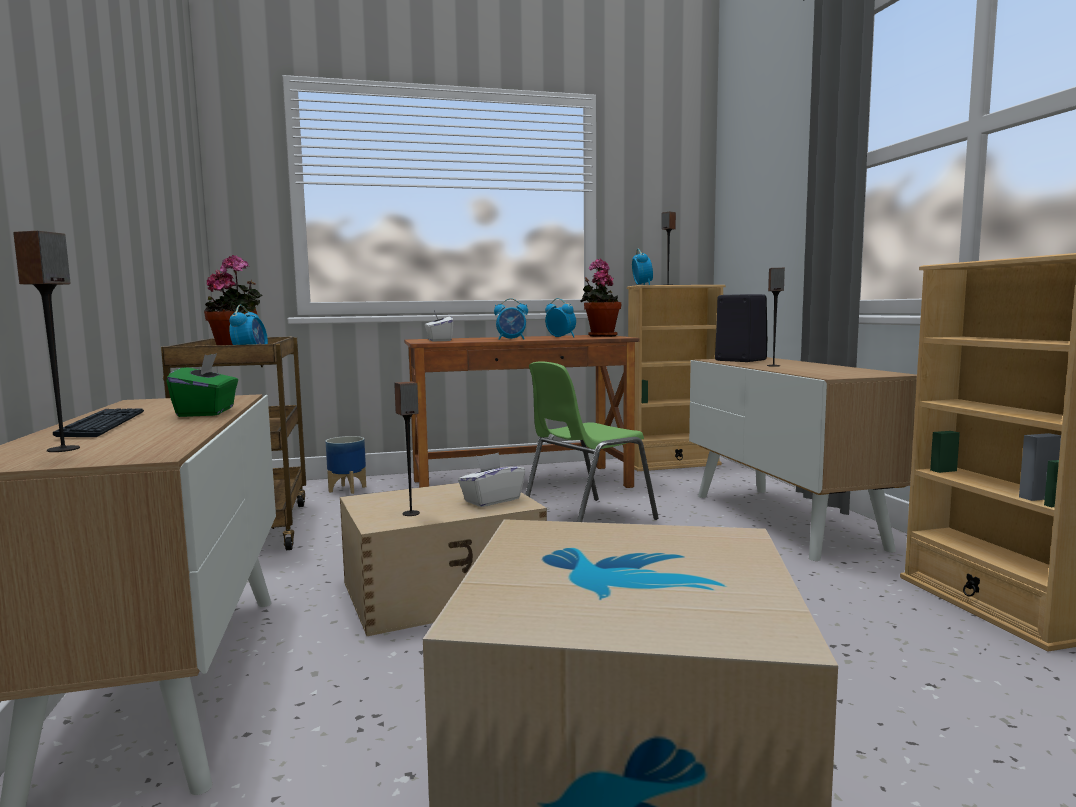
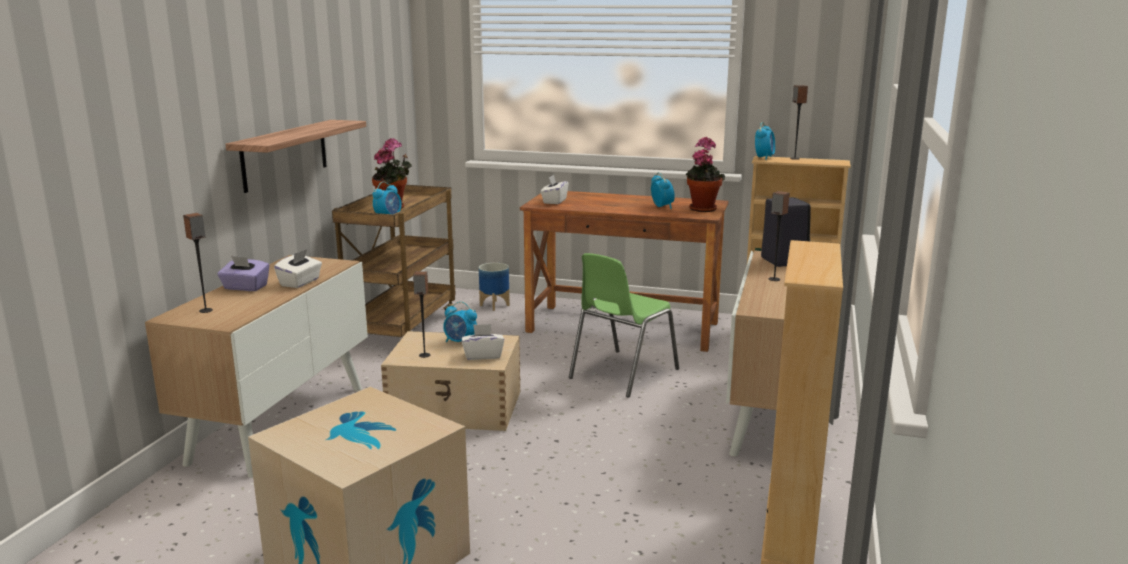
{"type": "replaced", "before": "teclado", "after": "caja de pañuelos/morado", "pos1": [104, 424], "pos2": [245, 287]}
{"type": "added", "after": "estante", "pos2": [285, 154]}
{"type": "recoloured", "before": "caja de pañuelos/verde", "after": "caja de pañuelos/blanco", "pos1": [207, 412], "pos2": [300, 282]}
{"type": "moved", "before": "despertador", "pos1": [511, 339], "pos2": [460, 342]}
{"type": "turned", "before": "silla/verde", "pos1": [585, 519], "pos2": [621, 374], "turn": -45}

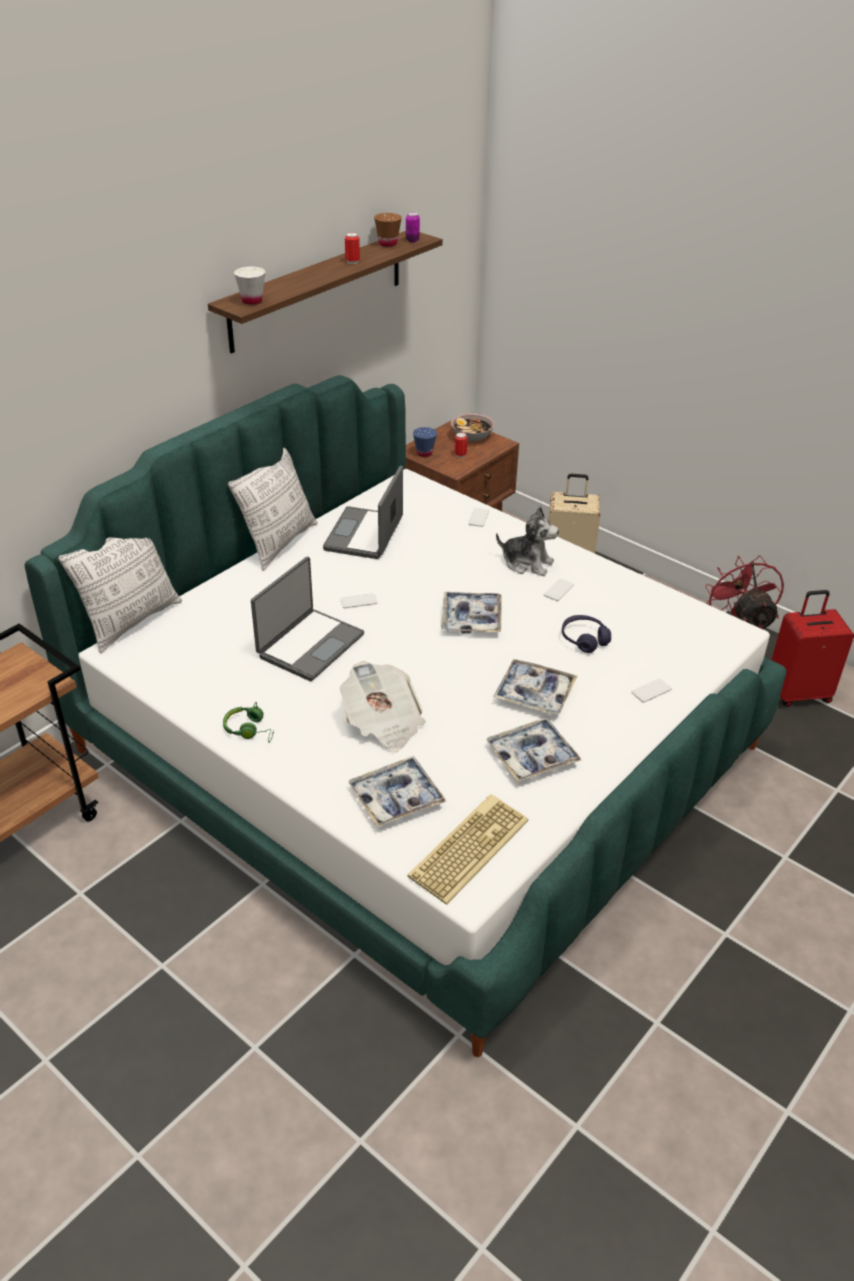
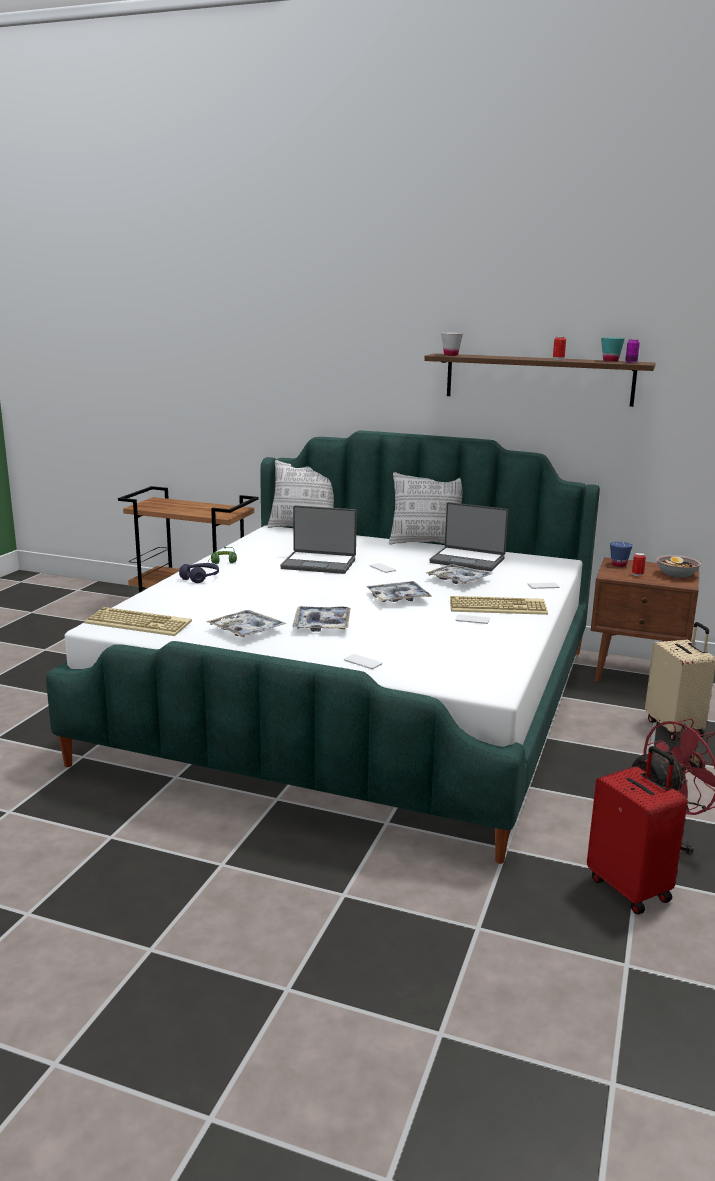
{"type": "moved", "before": "auriculares/morado", "pos1": [584, 639], "pos2": [200, 578]}
{"type": "moved", "before": "bandeja", "pos1": [396, 798], "pos2": [458, 580]}
{"type": "turned", "before": "portátil", "pos1": [365, 535], "pos2": [468, 560], "turn": -150}
{"type": "replaced", "before": "peluche", "after": "teclado", "pos1": [527, 563], "pos2": [498, 606]}
{"type": "recoloured", "before": "taza/marrón", "after": "taza/turquesa", "pos1": [388, 244], "pos2": [610, 361]}
{"type": "removed", "before": "periódico", "pos1": [383, 723]}

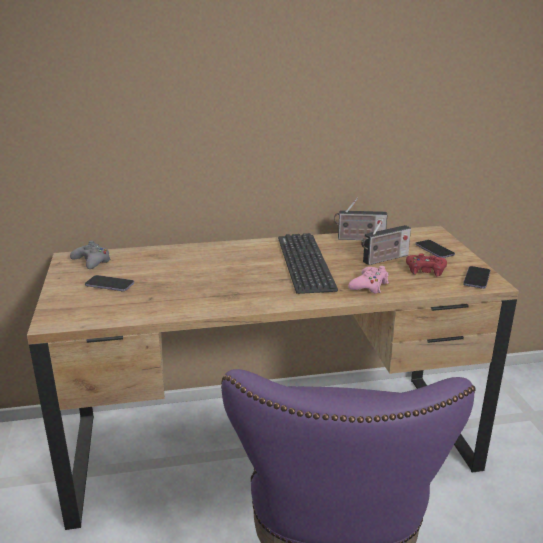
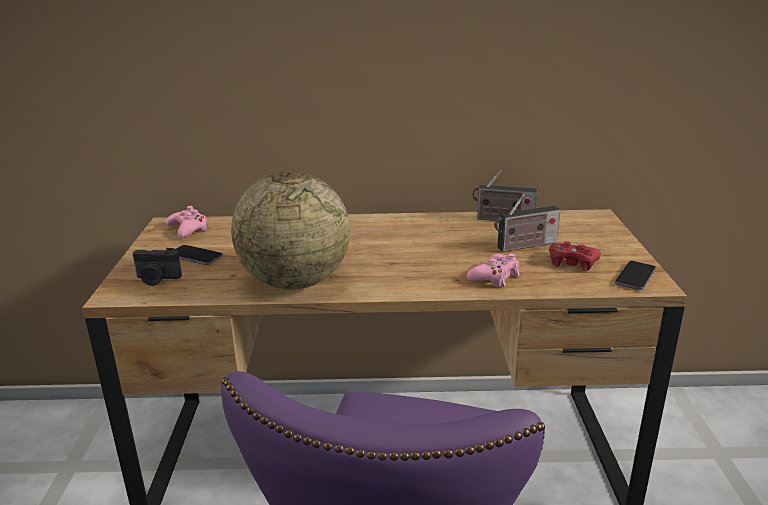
{"type": "added", "after": "cámara", "pos2": [157, 279]}
{"type": "recoloured", "before": "mando de consola/gris", "after": "mando de consola/rosa", "pos1": [92, 261], "pos2": [188, 229]}
{"type": "added", "after": "globo terráqueo", "pos2": [295, 282]}
{"type": "removed", "before": "teclado", "pos1": [305, 263]}
{"type": "removed", "before": "móvil", "pos1": [434, 250]}

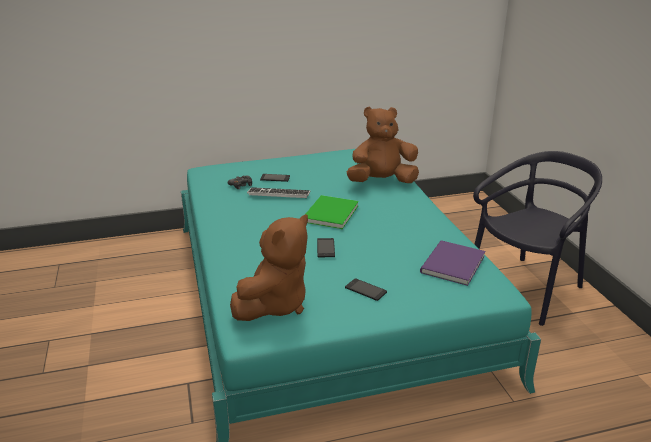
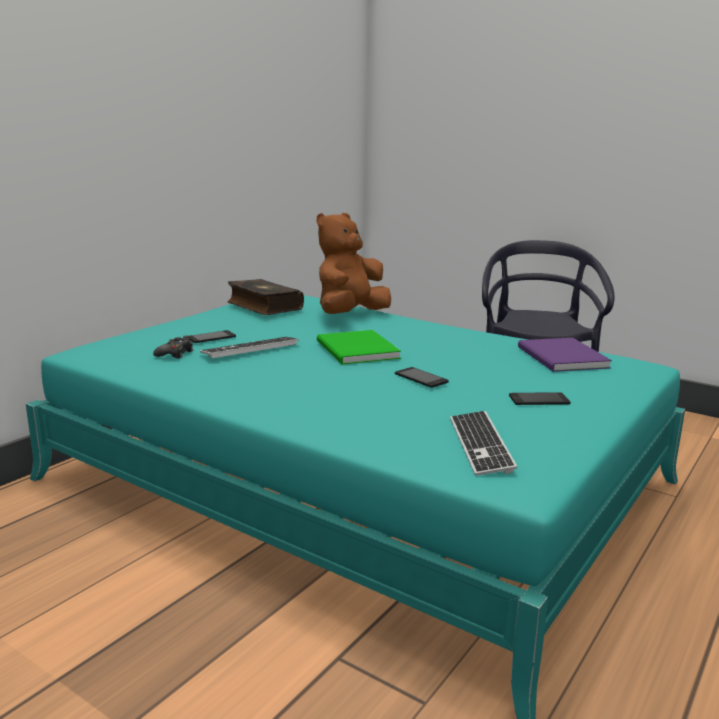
{"type": "added", "after": "libro", "pos2": [263, 306]}
{"type": "replaced", "before": "peluche/marrón", "after": "teclado", "pos1": [274, 304], "pos2": [480, 445]}

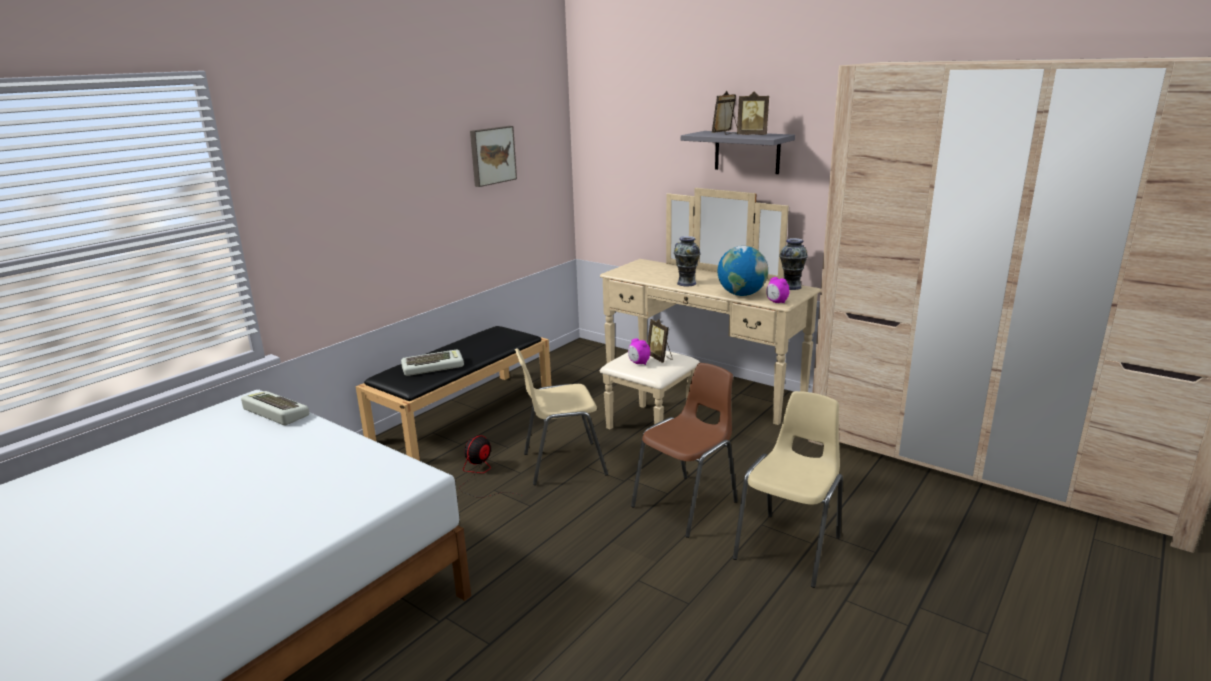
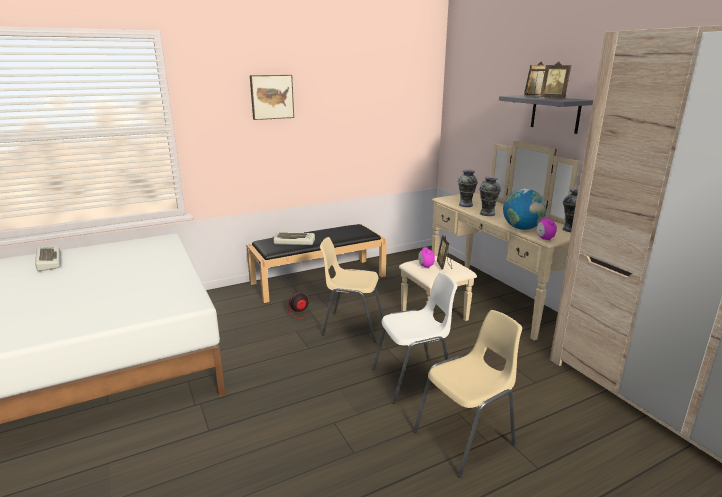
{"type": "moved", "before": "teclado", "pos1": [274, 413], "pos2": [48, 261]}
{"type": "moved", "before": "cuadro", "pos1": [491, 155], "pos2": [271, 97]}
{"type": "recoloured", "before": "silla/marrón", "after": "silla/blanco", "pos1": [687, 504], "pos2": [414, 379]}
{"type": "added", "after": "florero", "pos2": [466, 205]}

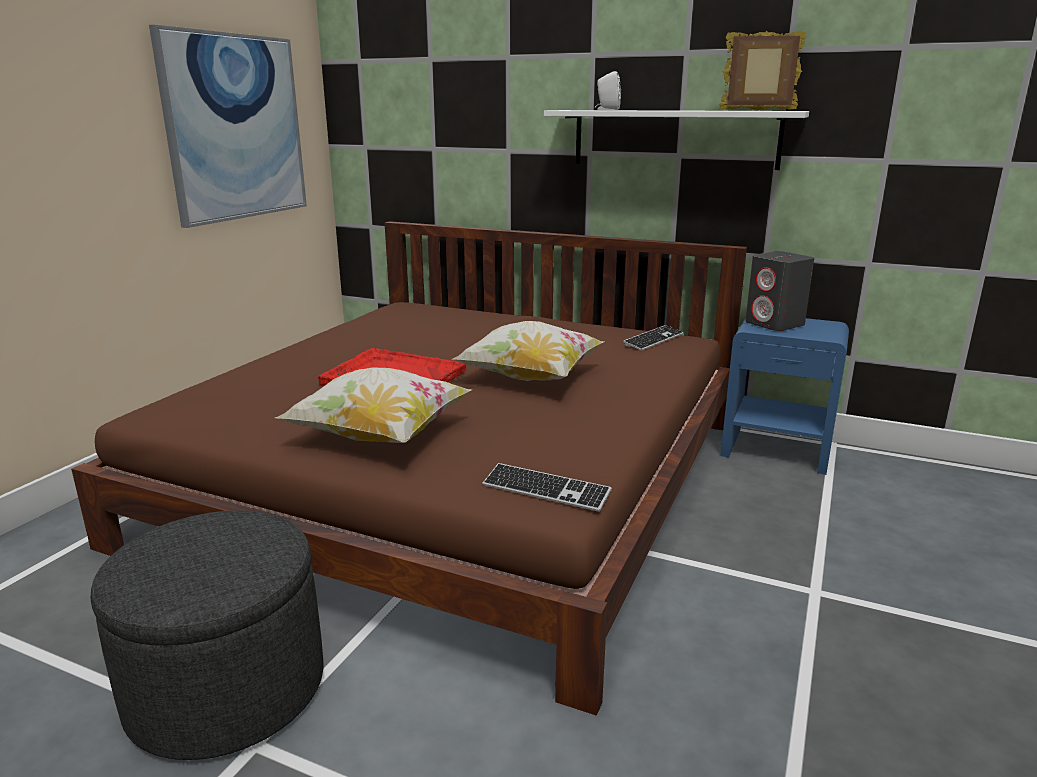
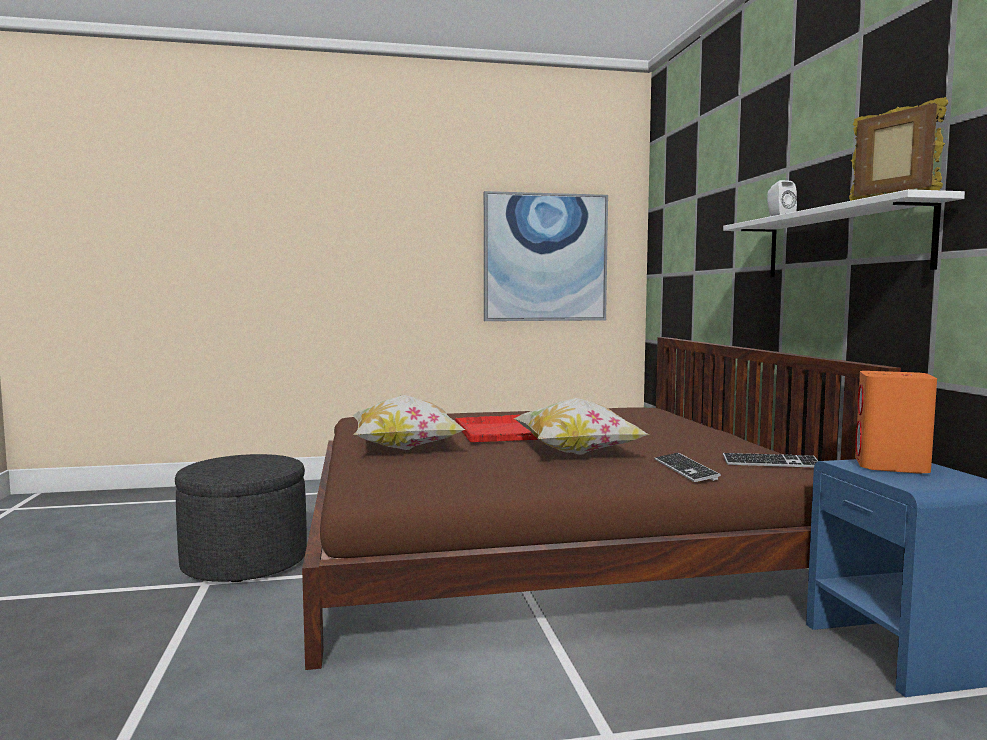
{"type": "moved", "before": "teclado", "pos1": [546, 490], "pos2": [685, 469]}
{"type": "recoloured", "before": "altavoz/gris", "after": "altavoz/naranja", "pos1": [775, 324], "pos2": [891, 466]}

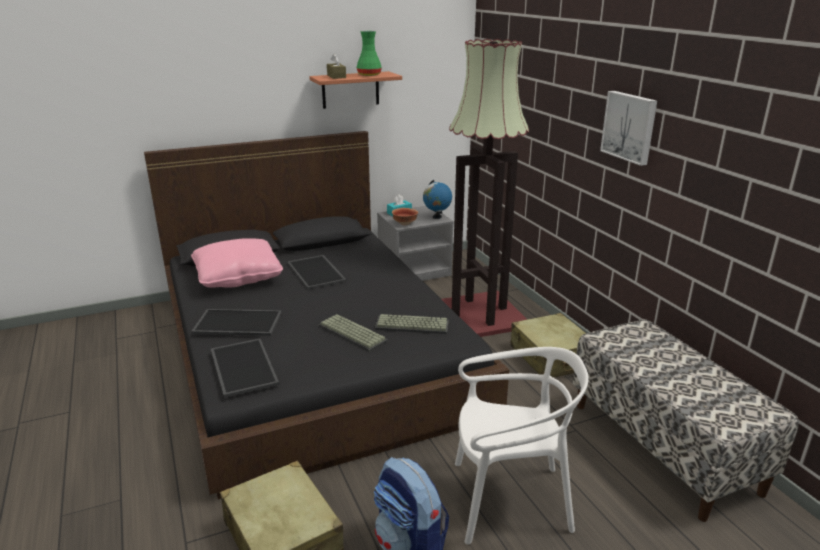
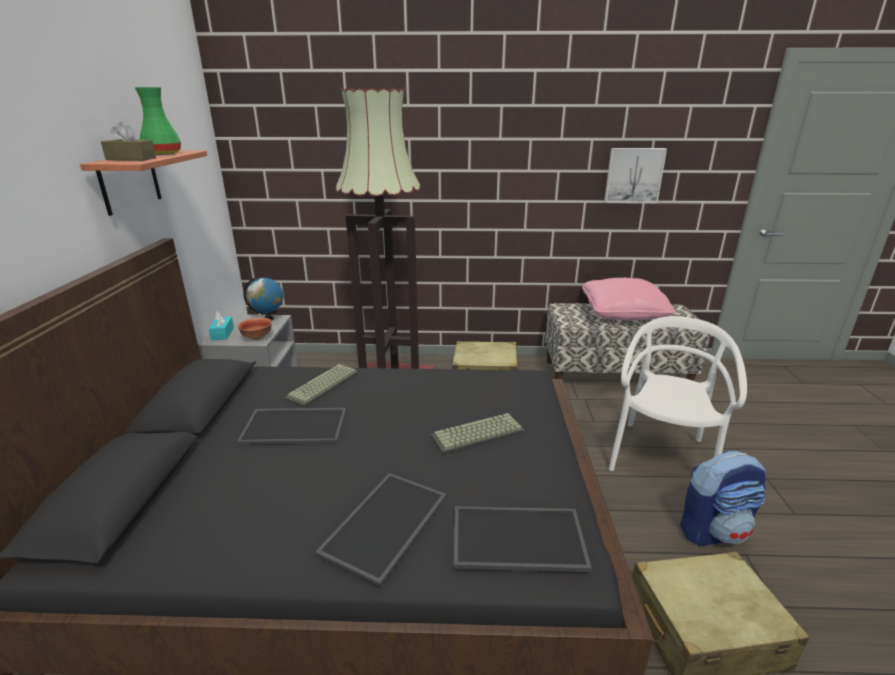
{"type": "moved", "before": "teclado", "pos1": [411, 326], "pos2": [323, 386]}
{"type": "moved", "before": "cojín/rosa", "pos1": [238, 277], "pos2": [623, 313]}
{"type": "moved", "before": "cuadro", "pos1": [630, 127], "pos2": [633, 175]}

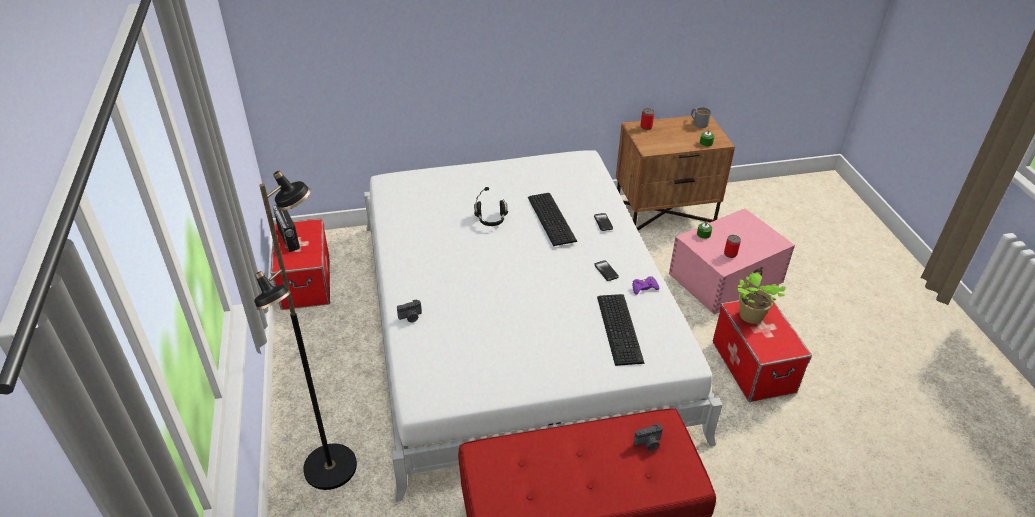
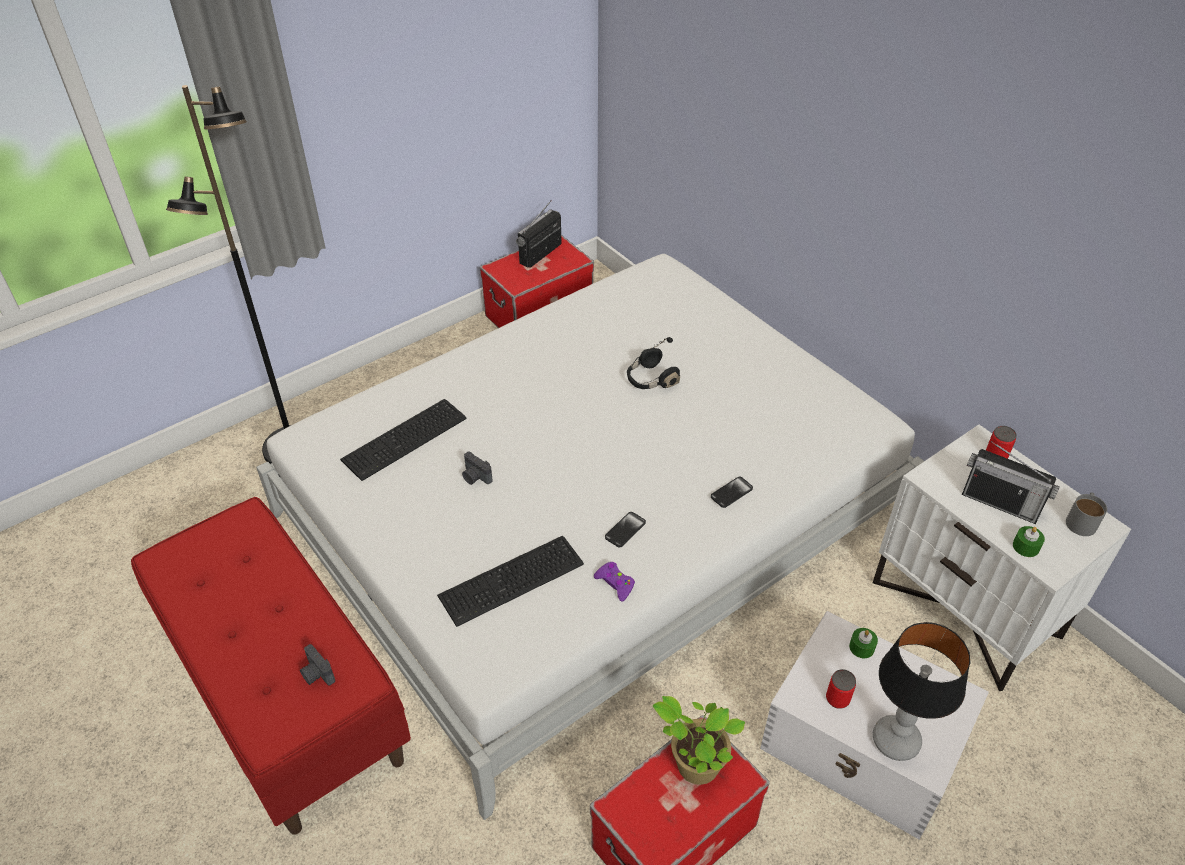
{"type": "moved", "before": "teclado", "pos1": [552, 218], "pos2": [407, 439]}
{"type": "moved", "before": "cámara", "pos1": [411, 317], "pos2": [475, 477]}
{"type": "recoloured", "before": "caja de almacenaje/rosa", "after": "caja de almacenaje/blanco", "pos1": [727, 278], "pos2": [864, 745]}
{"type": "recoloured", "before": "mesita de noche/marrón", "after": "mesita de noche/blanco", "pos1": [665, 211], "pos2": [967, 608]}
{"type": "added", "after": "lámpara de mesa", "pos2": [895, 741]}
{"type": "added", "after": "radio", "pos2": [1000, 503]}

